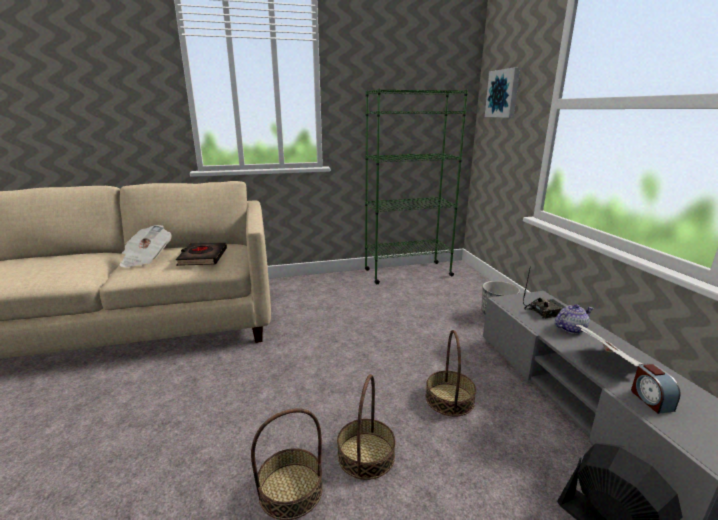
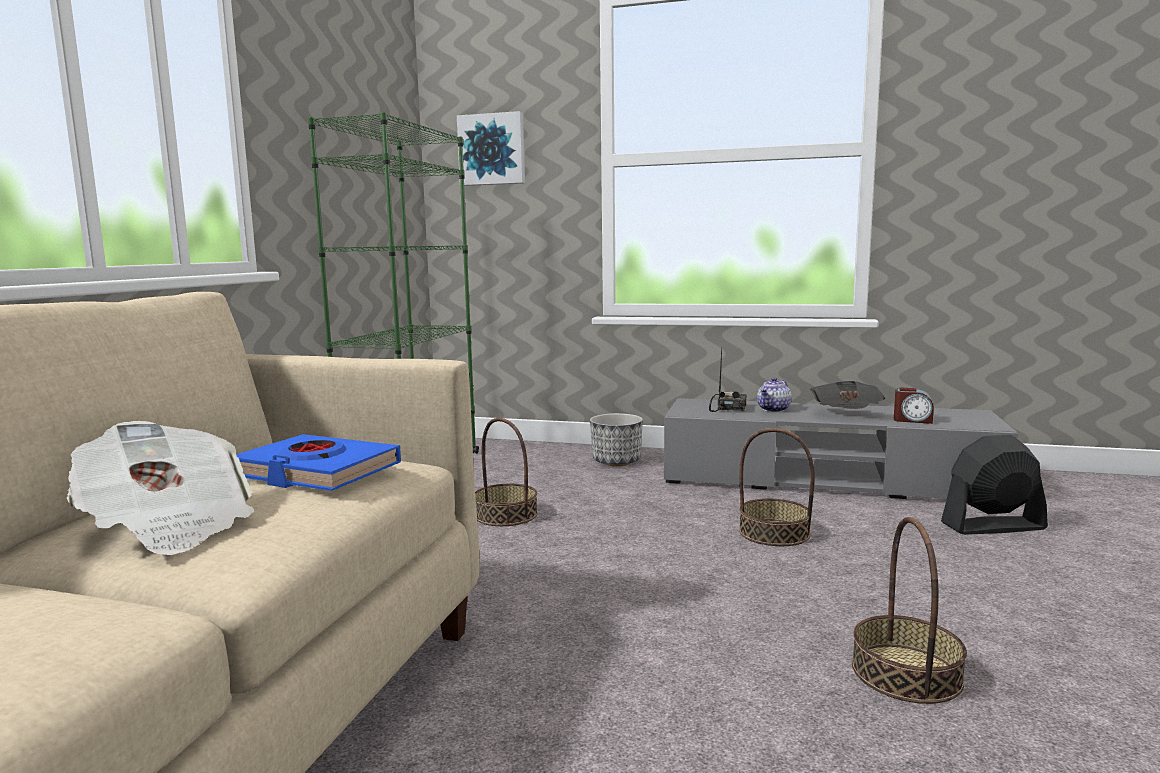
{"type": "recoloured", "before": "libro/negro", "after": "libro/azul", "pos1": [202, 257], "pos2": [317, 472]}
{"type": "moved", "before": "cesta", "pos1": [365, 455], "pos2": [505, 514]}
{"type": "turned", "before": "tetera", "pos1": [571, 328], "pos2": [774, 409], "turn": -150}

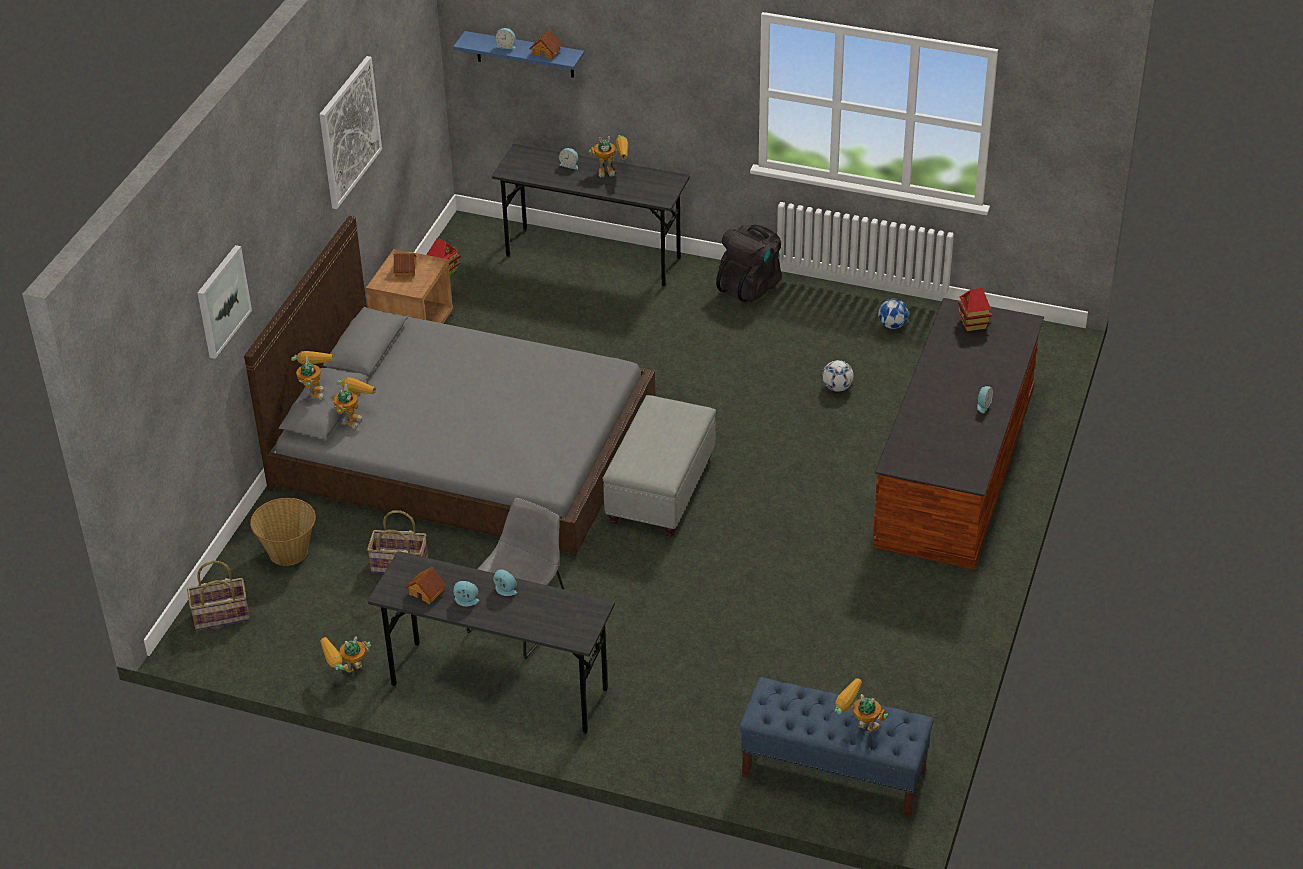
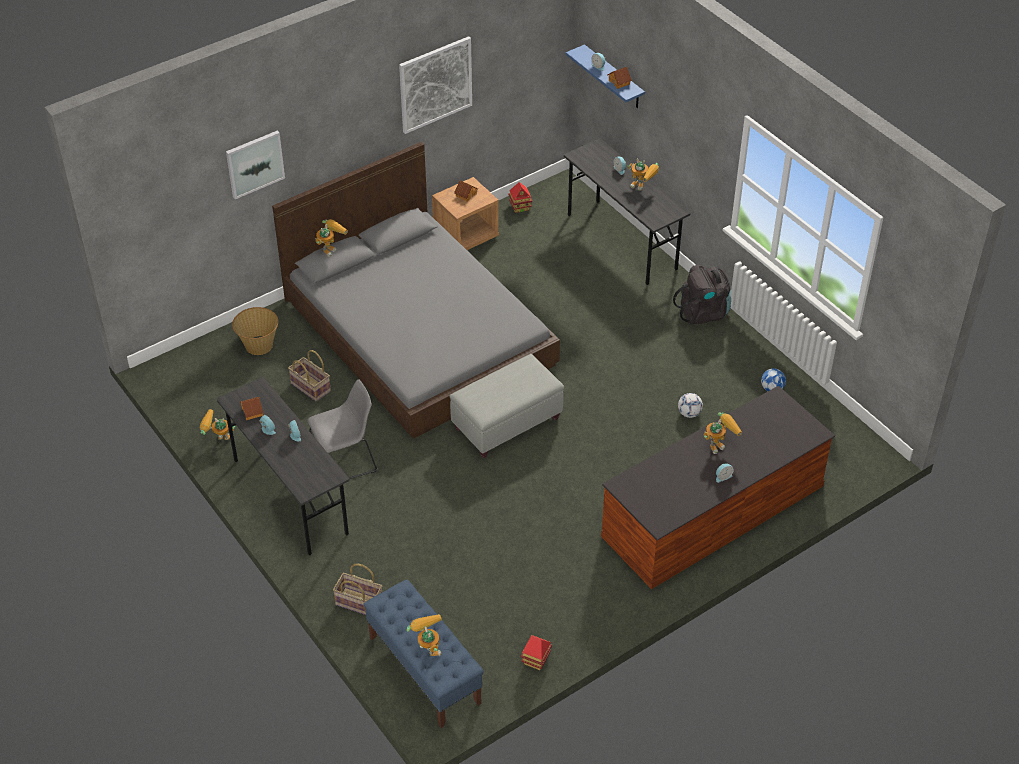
{"type": "moved", "before": "cesta", "pos1": [221, 616], "pos2": [358, 603]}
{"type": "moved", "before": "casita", "pos1": [973, 323], "pos2": [536, 660]}
{"type": "moved", "before": "robot de juguete", "pos1": [353, 417], "pos2": [719, 444]}

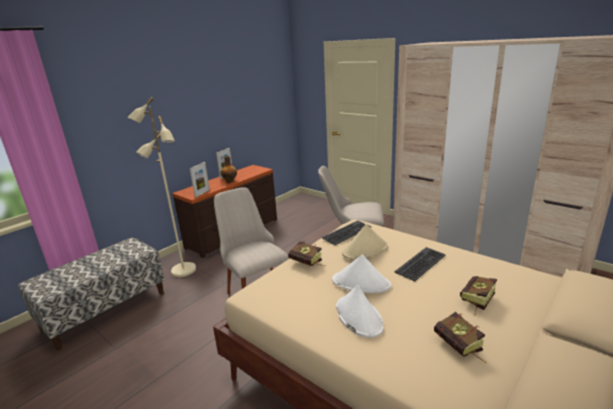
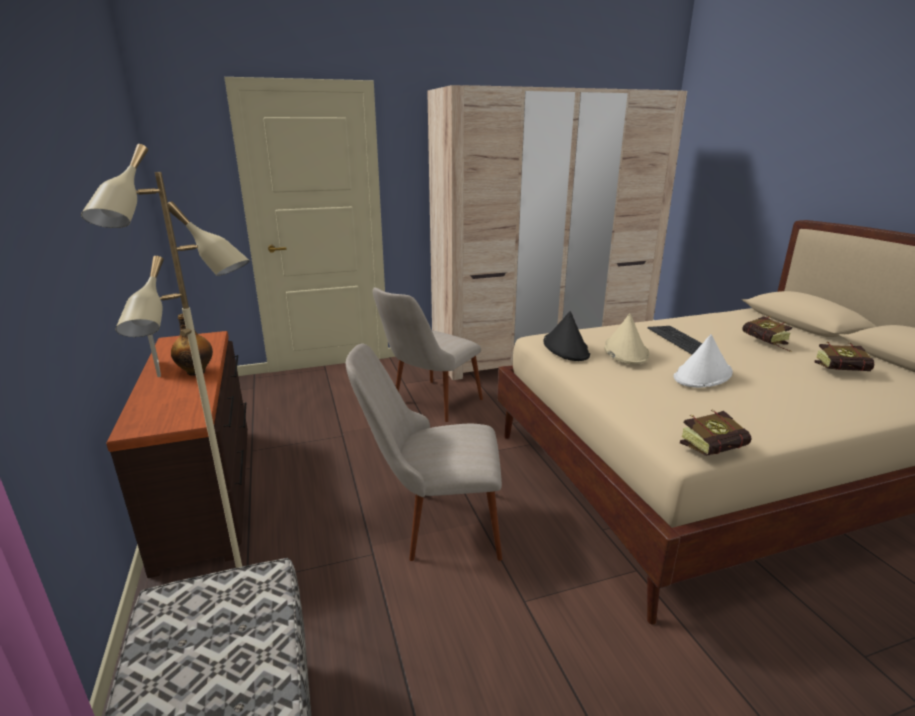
{"type": "replaced", "before": "teclado", "after": "sombrero/negro", "pos1": [347, 233], "pos2": [566, 348]}
{"type": "moved", "before": "libro", "pos1": [308, 264], "pos2": [716, 450]}
{"type": "removed", "before": "portarretratos", "pos1": [202, 193]}
{"type": "removed", "before": "sombrero/blanco", "pos1": [358, 316]}

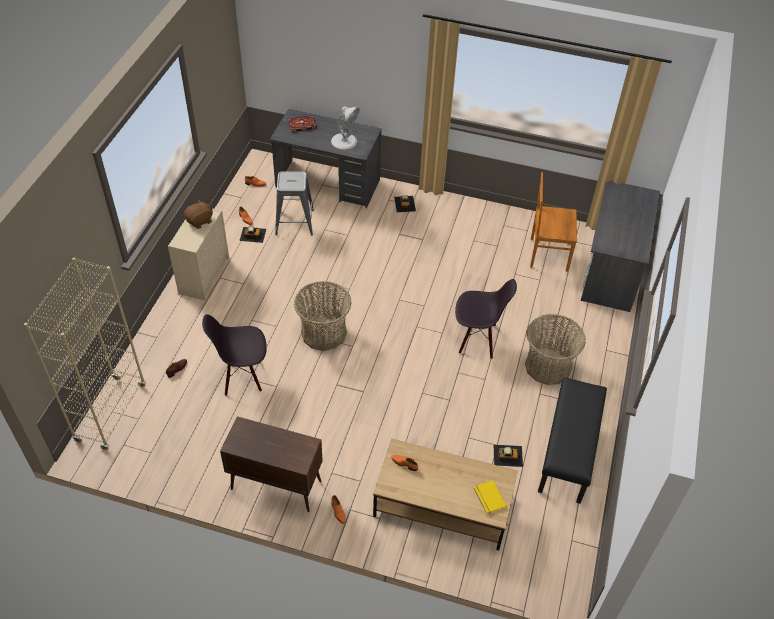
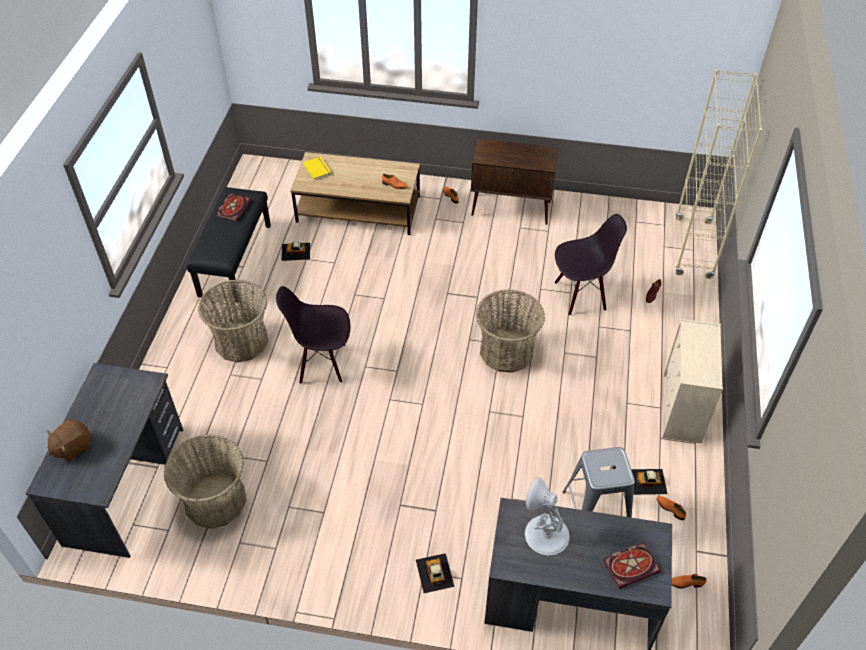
{"type": "moved", "before": "peluche/marrón", "pos1": [200, 221], "pos2": [72, 447]}
{"type": "replaced", "before": "silla/marrón", "after": "cesta", "pos1": [547, 254], "pos2": [215, 501]}
{"type": "added", "after": "libro", "pos2": [233, 208]}

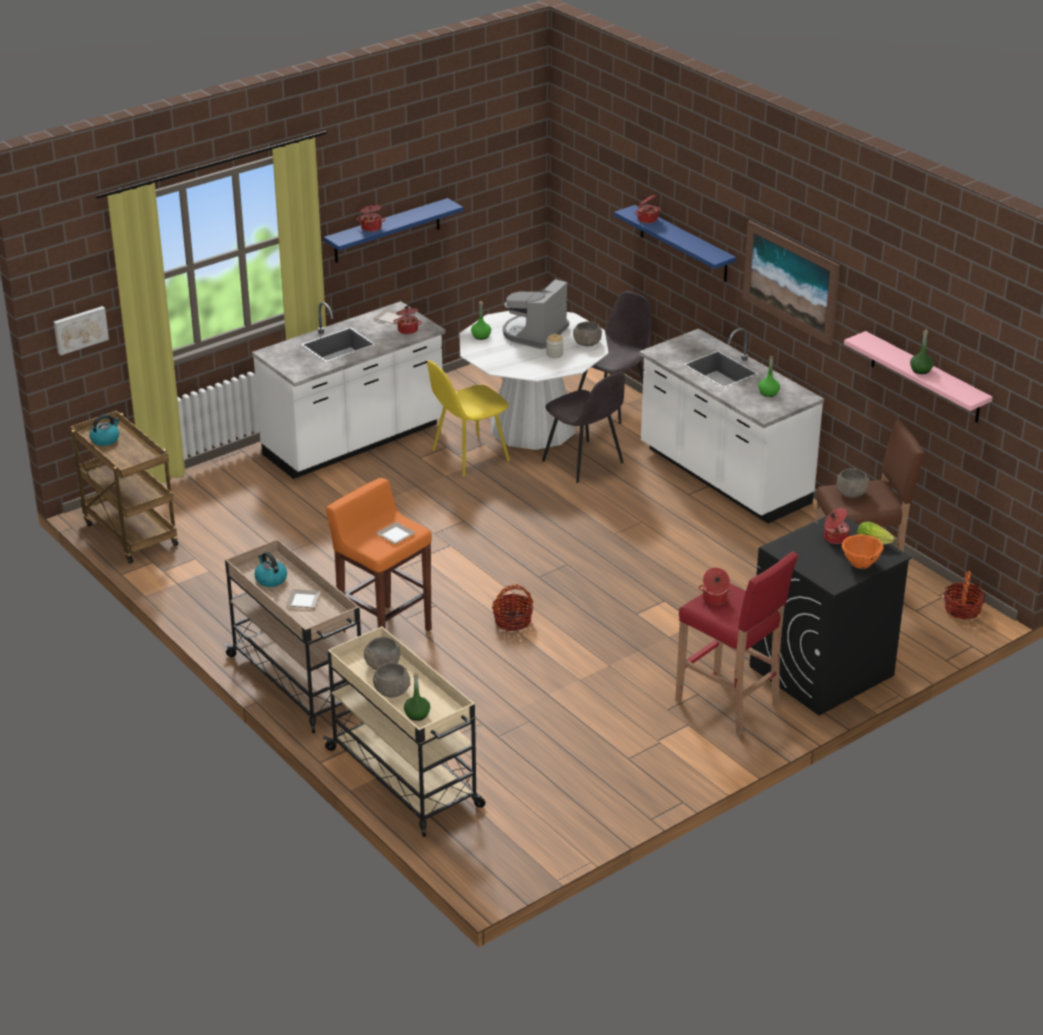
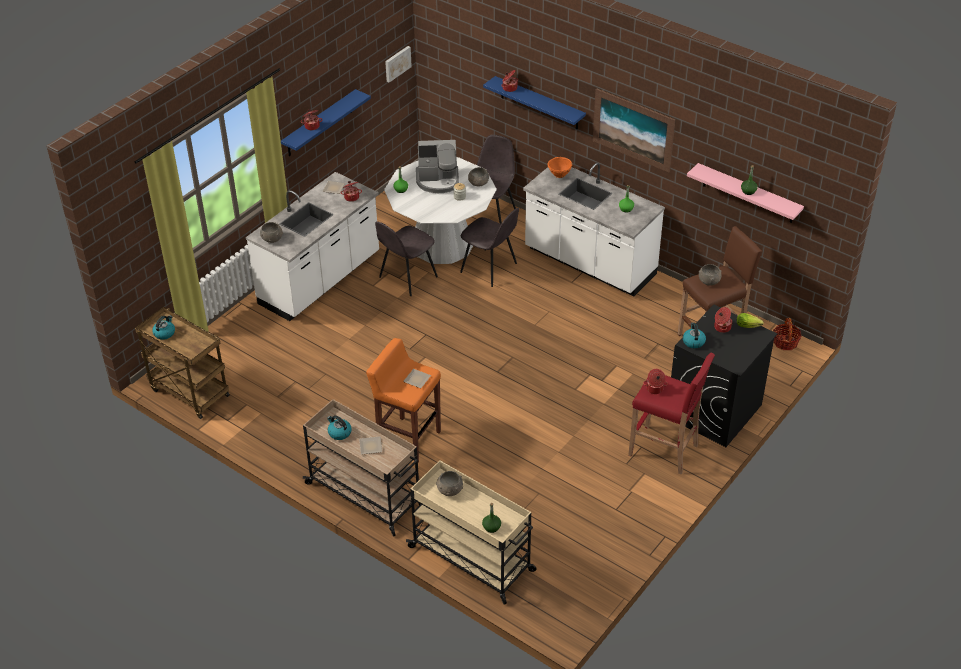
{"type": "moved", "before": "cuenco/gris", "pos1": [392, 691], "pos2": [272, 238]}
{"type": "recoloured", "before": "silla/amarillo", "after": "silla/gris", "pos1": [468, 456], "pos2": [407, 278]}
{"type": "moved", "before": "cuadro", "pos1": [80, 329], "pos2": [397, 63]}
{"type": "turned", "before": "cafetera", "pos1": [534, 333], "pos2": [438, 181], "turn": -105}
{"type": "moved", "before": "cuenco/naranja", "pos1": [860, 564], "pos2": [559, 175]}
{"type": "added", "after": "hervidor", "pos2": [693, 341]}
{"type": "removed", "before": "cesta", "pos1": [512, 621]}

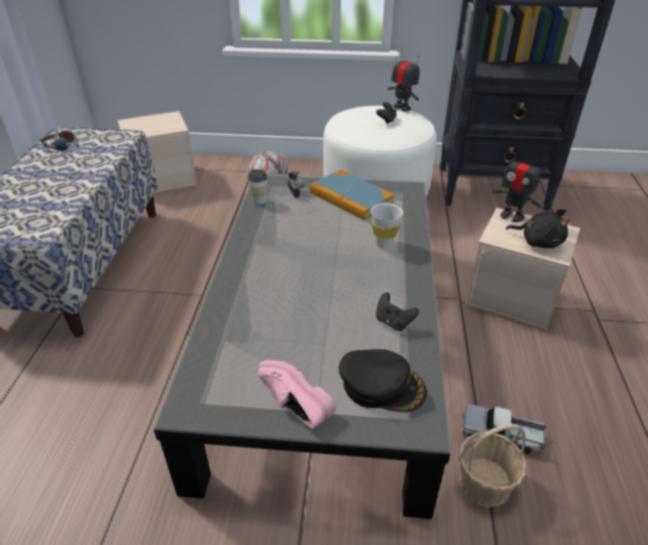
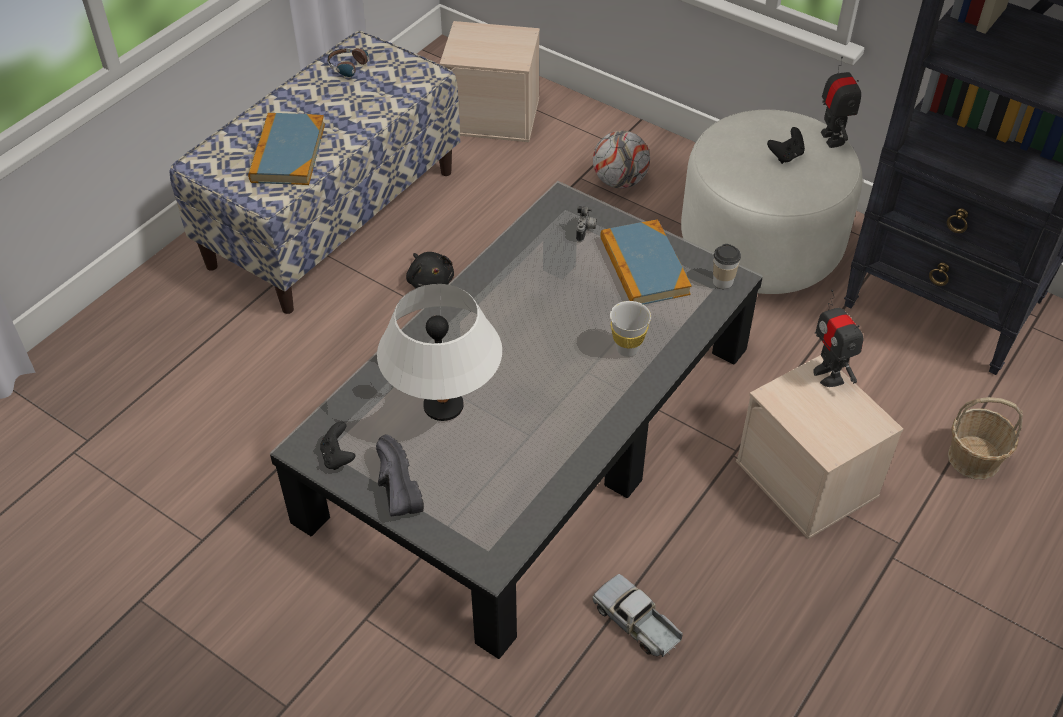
{"type": "added", "after": "libro", "pos2": [288, 153]}
{"type": "moved", "before": "mando de consola/negro", "pos1": [393, 322], "pos2": [338, 457]}
{"type": "recoloured", "before": "zapato/rosa", "after": "zapato/negro", "pos1": [291, 406], "pos2": [392, 487]}
{"type": "added", "after": "lámpara de mesa/blanco", "pos2": [443, 406]}
{"type": "moved", "before": "peluche/negro", "pos1": [538, 241], "pos2": [430, 281]}
{"type": "moved", "before": "taza", "pos1": [259, 201], "pos2": [723, 282]}
{"type": "moved", "before": "cesta", "pos1": [485, 483], "pos2": [974, 459]}
{"type": "removed", "before": "gorra/negro", "pos1": [382, 385]}

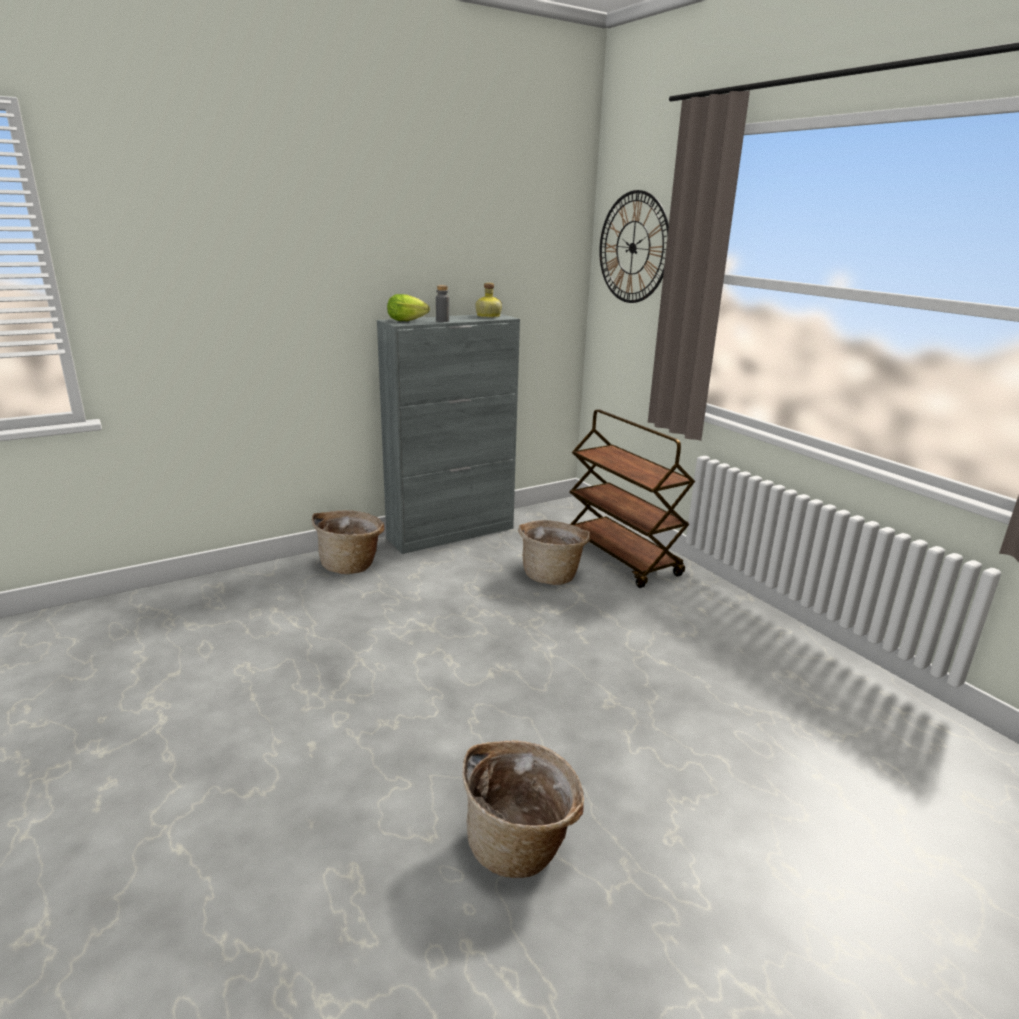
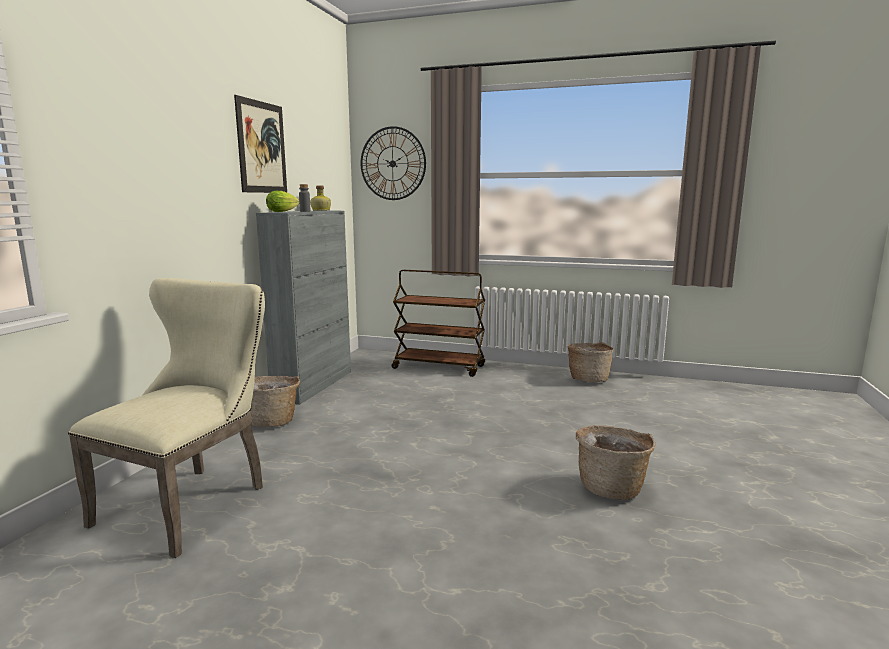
{"type": "added", "after": "silla/beis", "pos2": [192, 501]}
{"type": "added", "after": "cuadro", "pos2": [262, 147]}
{"type": "moved", "before": "cesta", "pos1": [552, 575], "pos2": [588, 379]}

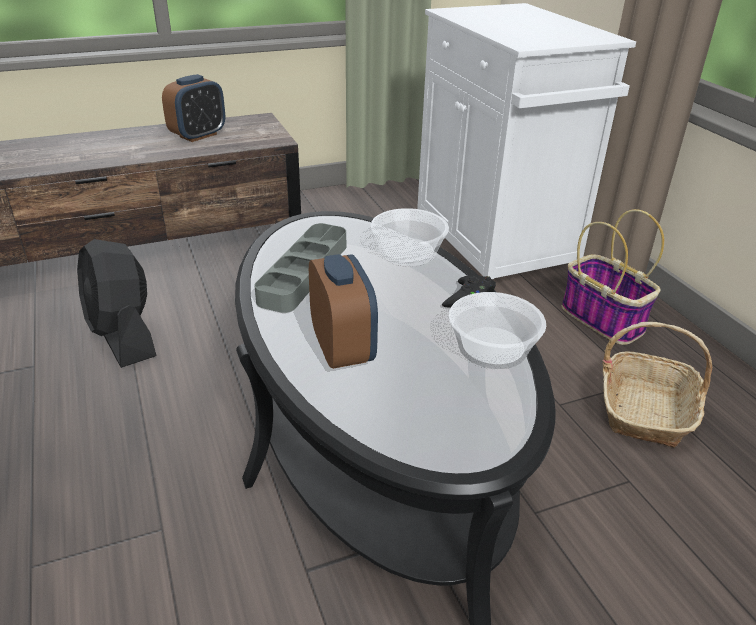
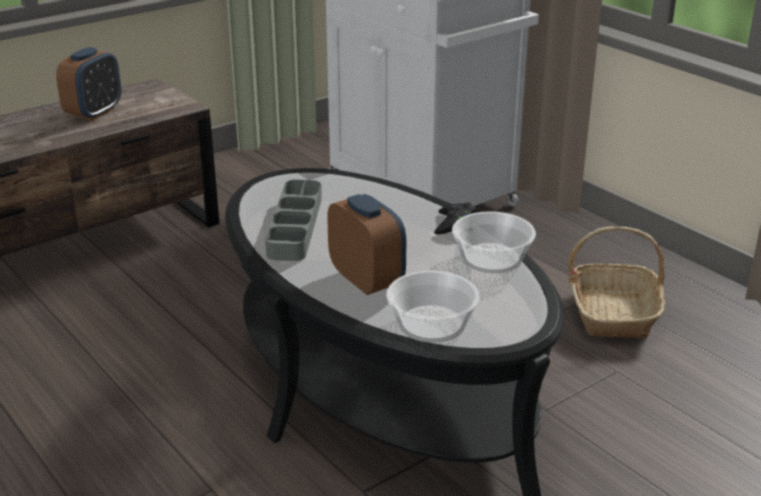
{"type": "moved", "before": "cuenco", "pos1": [407, 252], "pos2": [431, 324]}
{"type": "removed", "before": "ventilador/negro", "pos1": [123, 336]}
{"type": "removed", "before": "cesta", "pos1": [604, 320]}

